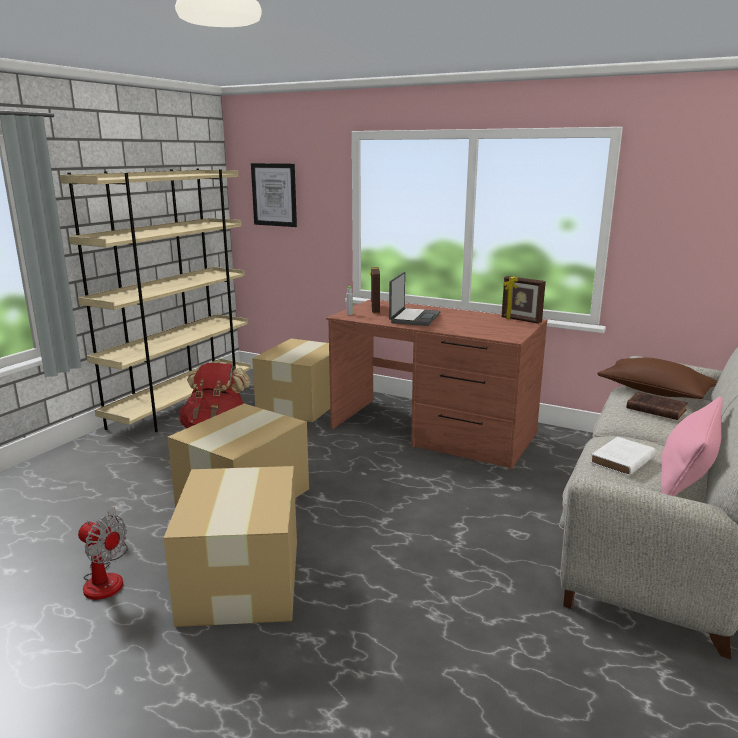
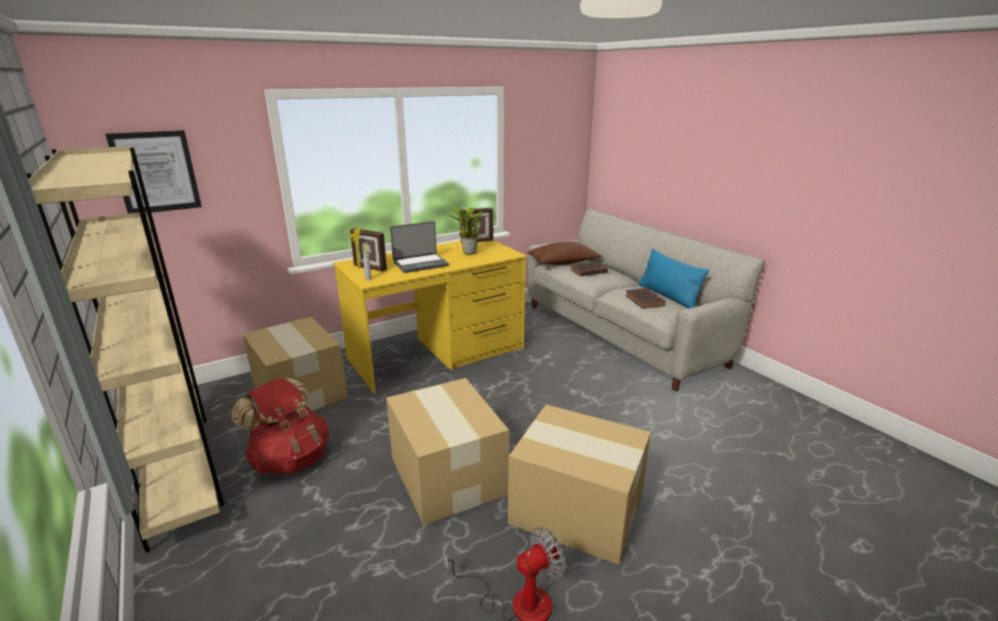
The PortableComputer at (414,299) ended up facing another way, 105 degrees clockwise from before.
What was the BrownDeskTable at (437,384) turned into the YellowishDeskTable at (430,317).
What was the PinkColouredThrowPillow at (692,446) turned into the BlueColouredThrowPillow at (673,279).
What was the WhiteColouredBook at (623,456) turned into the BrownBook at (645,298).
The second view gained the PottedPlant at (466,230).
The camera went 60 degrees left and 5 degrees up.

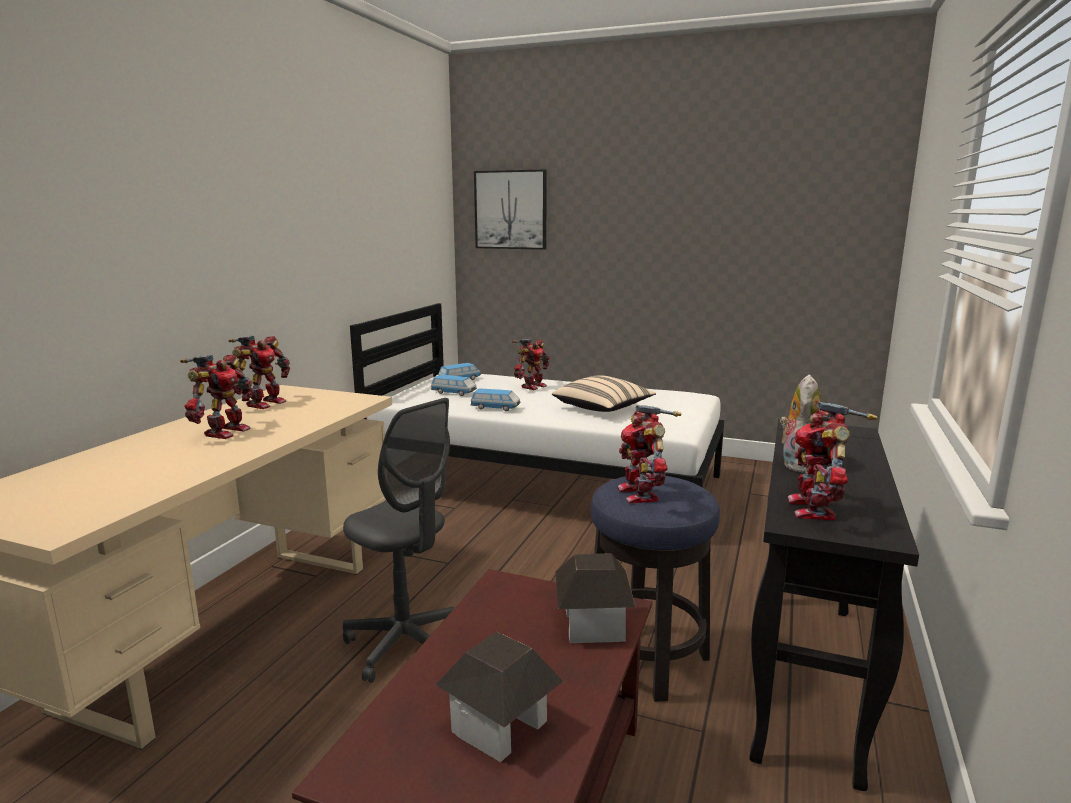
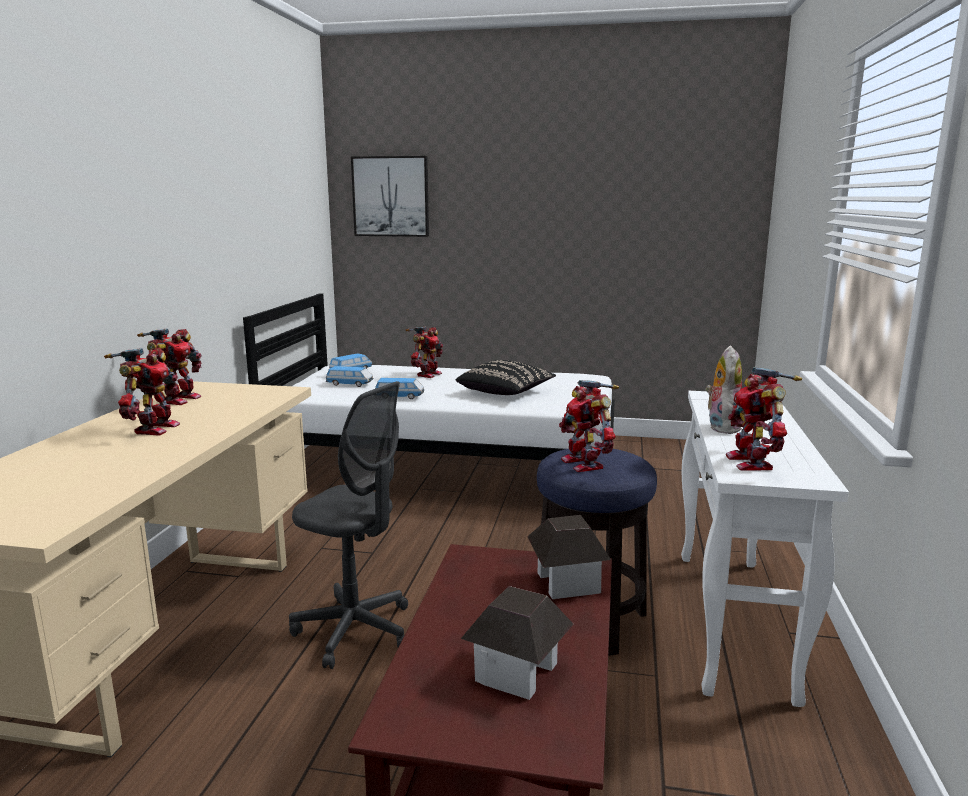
What was the BeigeThrowPillow at (604,393) turned into the BlackishThrowPillow at (506,377).
What was the BlackishConsoleTable at (834,605) turned into the WhiteColouredConsoleTable at (765,549).
The camera went 10 degrees left and 0 degrees up.

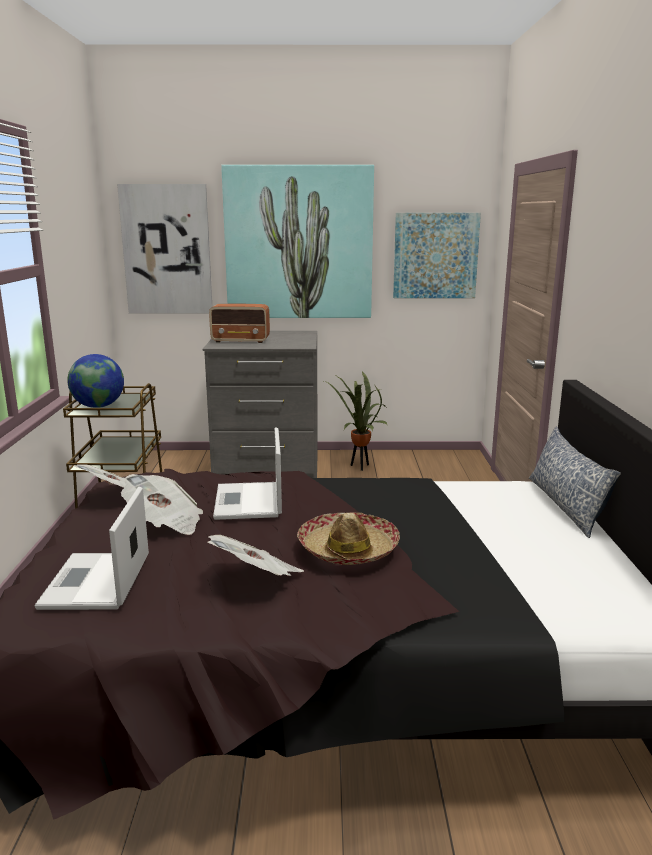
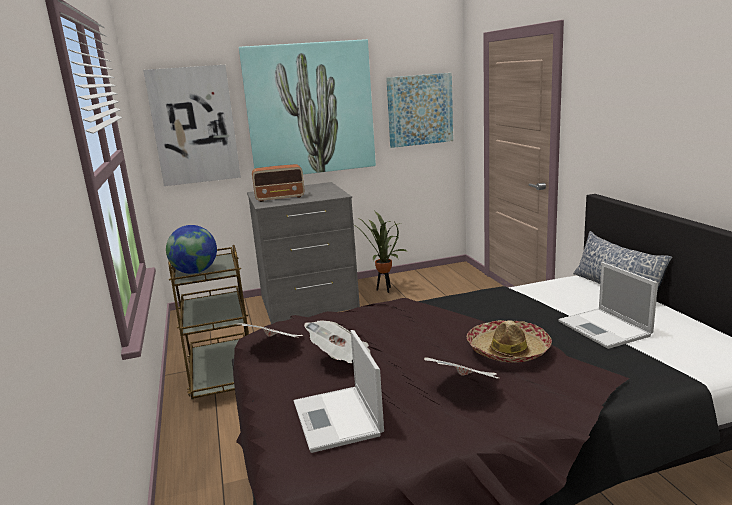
The PortableComputer ended up elsewhere, having gone from (247,473) to (608,305).
The camera went 15 degrees left and 0 degrees up.

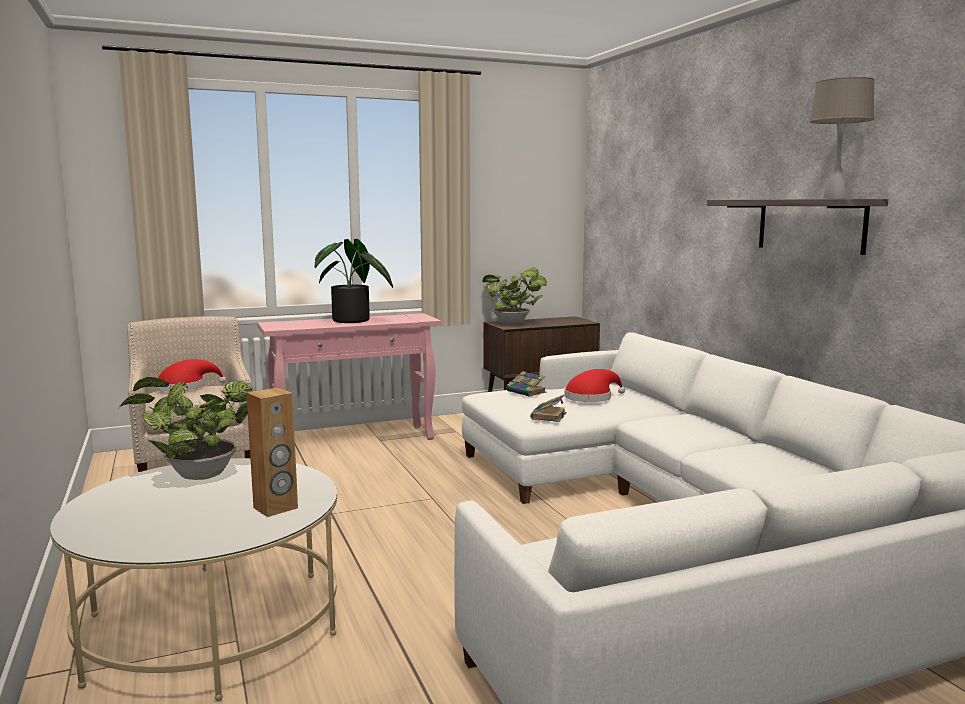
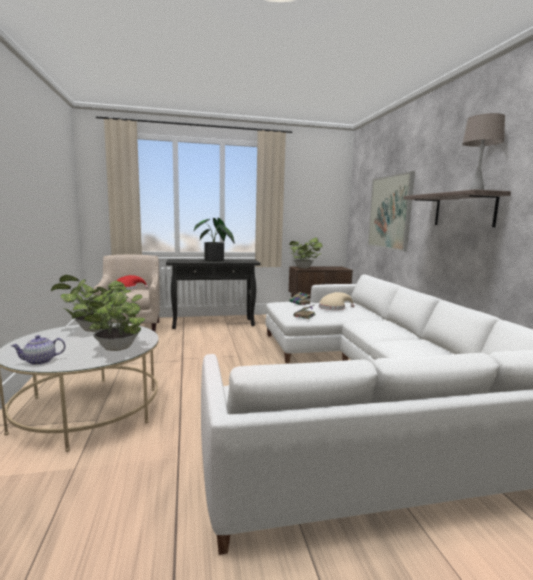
What was the PinkColouredConsoleTable at (349,376) turned into the BlackishConsoleTable at (213,294).
What was the ReddishClothingHat at (595,385) turned into the BeigeClothingHat at (337,301).
Where the BrownSpeaker stood at (272,452), the PottedPlant came to stand at (114,320).
The second view gained the WallArt at (391,211).
The second view gained the Teapot at (38,350).
The camera went 10 degrees right and 0 degrees up.

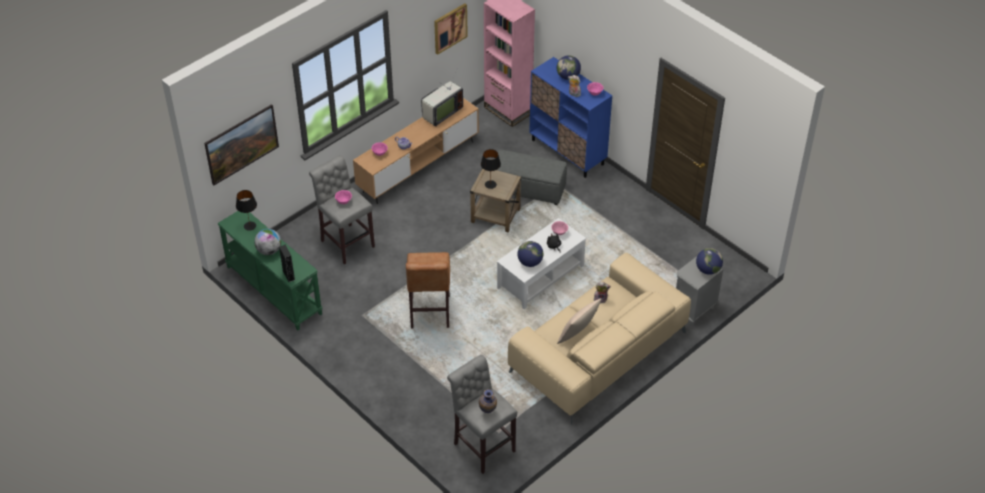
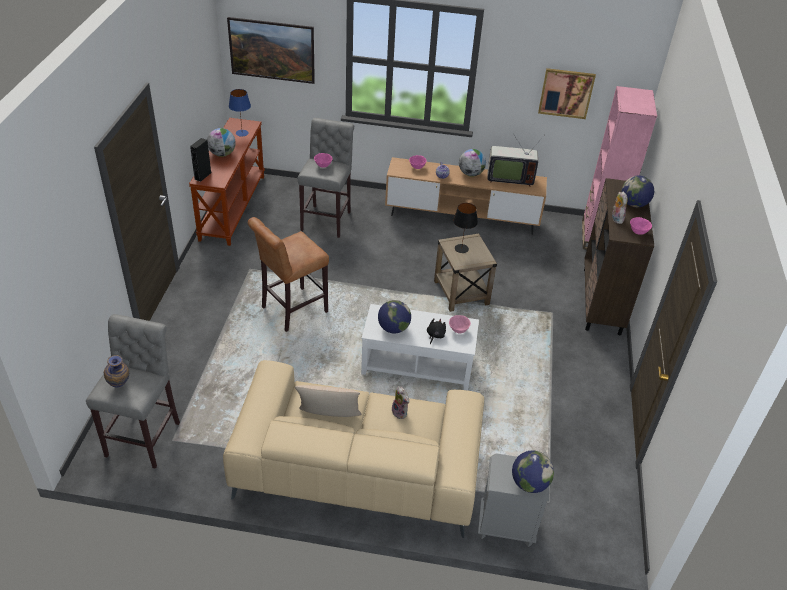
What was the BlueColouredCabinet at (570,117) turned into the BrownCabinet at (619,256).
The second view lost the GreyishFootrest at (531,177).
What was the BlackishTabletopLamp at (246,210) turned into the BlueColouredTabletopLamp at (240,113).
What was the GreenColouredConsoleTable at (270,270) turned into the BrownConsoleTable at (227,182).
The second view gained the Globe at (472,162).
The camera went 50 degrees right and 5 degrees down.

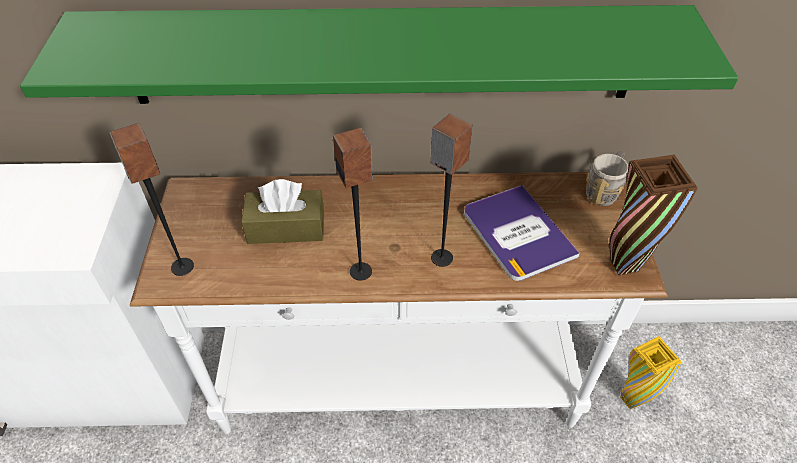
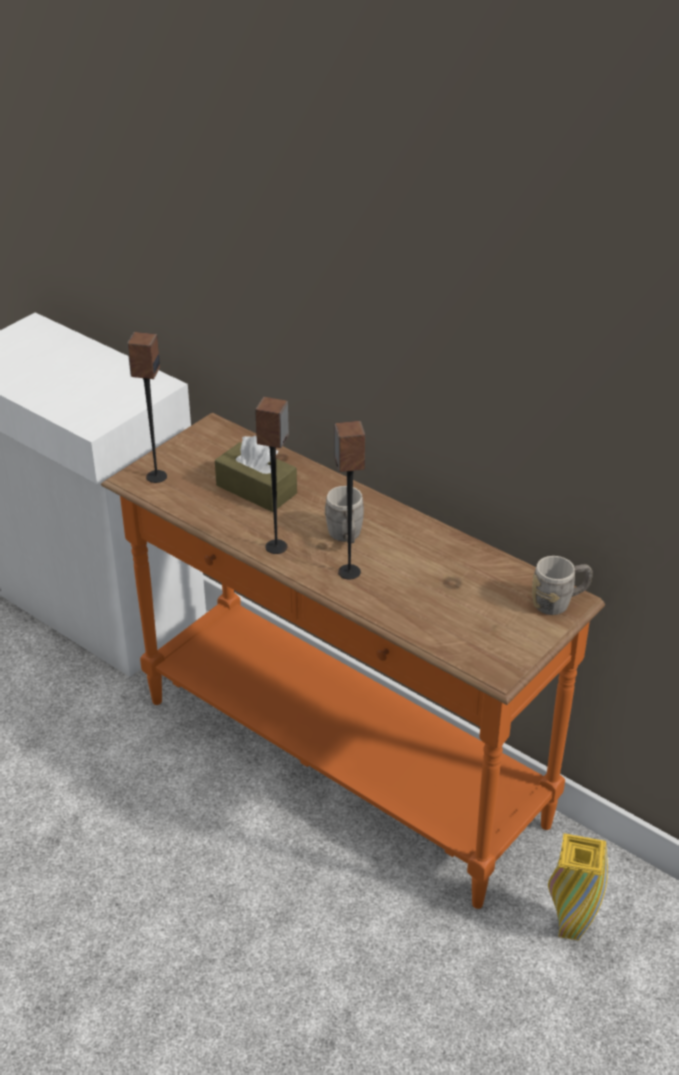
The second view lost the GreenColouredWallShelf at (379,54).
The second view lost the BrownDecorativeVase at (653,215).
What was the WhiteColouredConsoleTable at (399,303) turned into the OrangeConsoleTable at (353,661).
The second view lost the Book at (522,233).
The second view gained the GreyishMug at (344,514).
The camera went 40 degrees right and 10 degrees down.

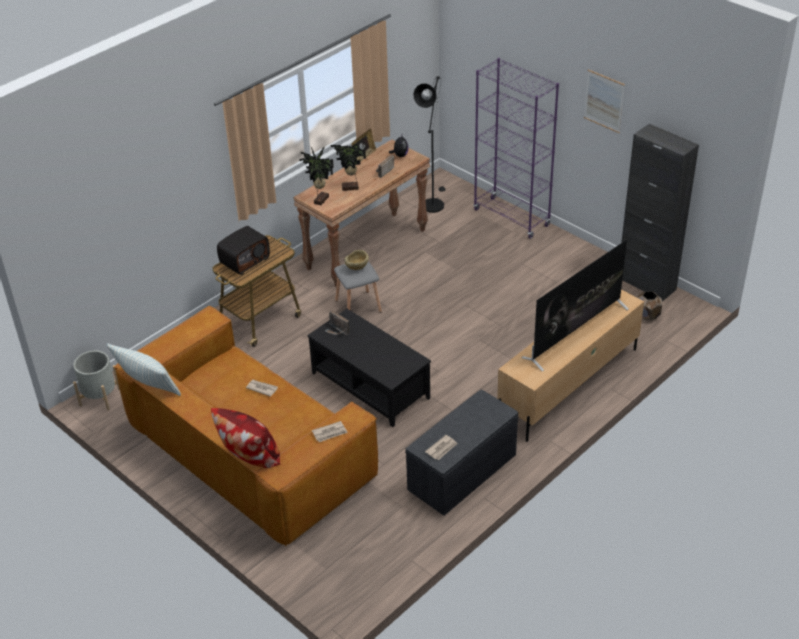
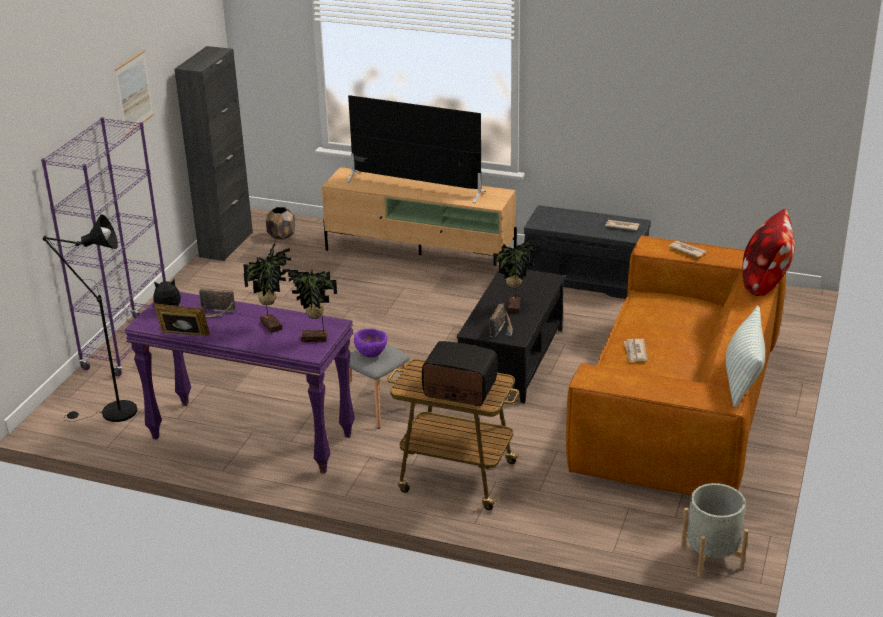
What was the BrownConsoleTable at (361,213) turned into the PurpleConsoleTable at (240,383).
What was the BeigeServingBowl at (356,260) turned into the PurpleServingBowl at (371,343).
The second view gained the PottedPlant at (516,275).
The camera went 115 degrees left and 10 degrees down.

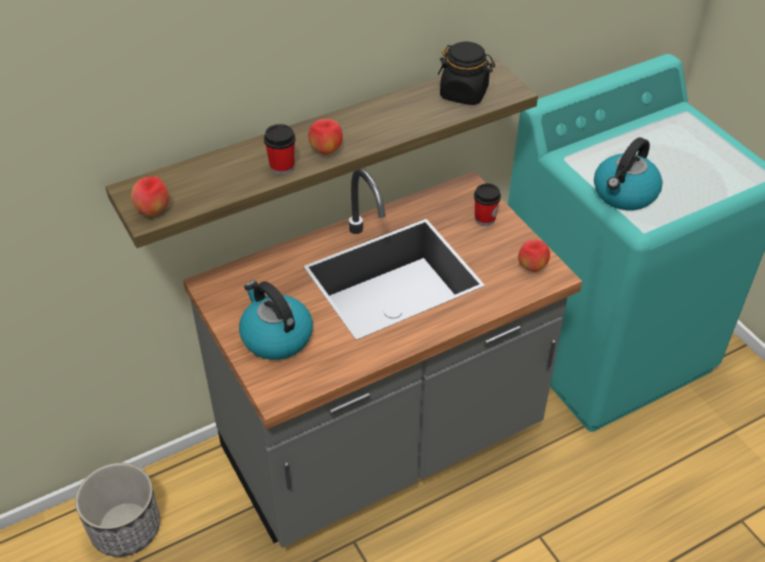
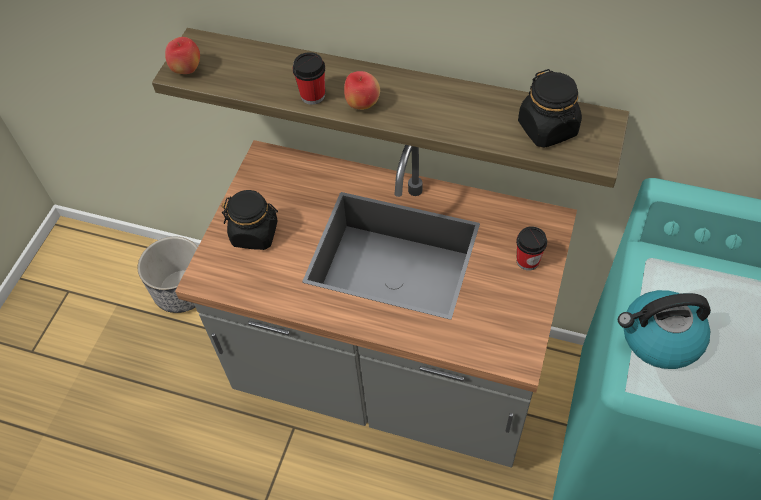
The second view lost the WholeApple at (534,255).
Where the Kettle stood at (276,320), the BlackishJar came to stand at (250,220).
The camera went 50 degrees right and 10 degrees up.

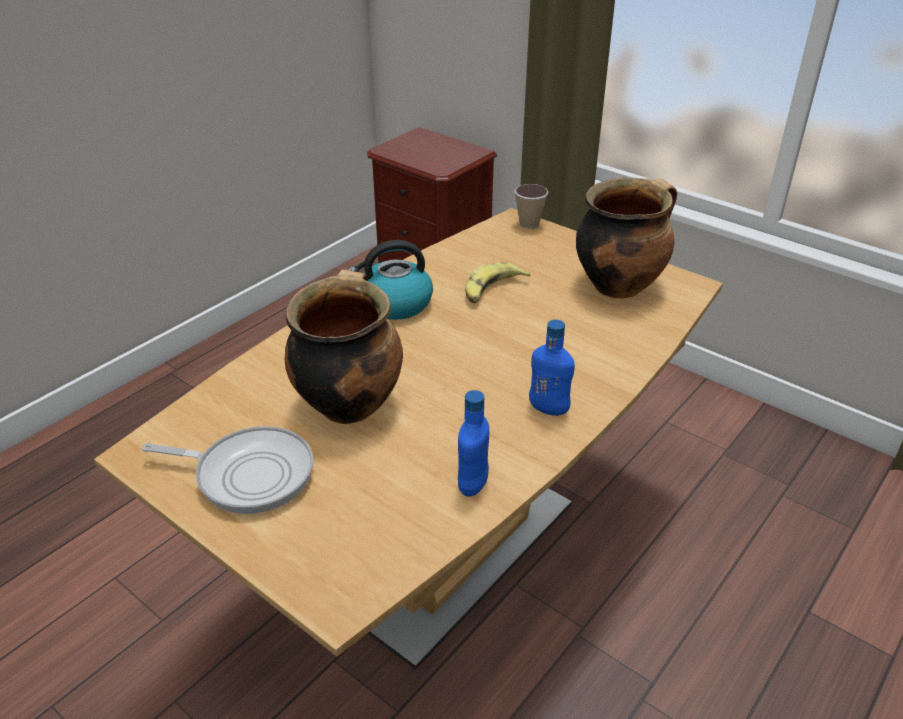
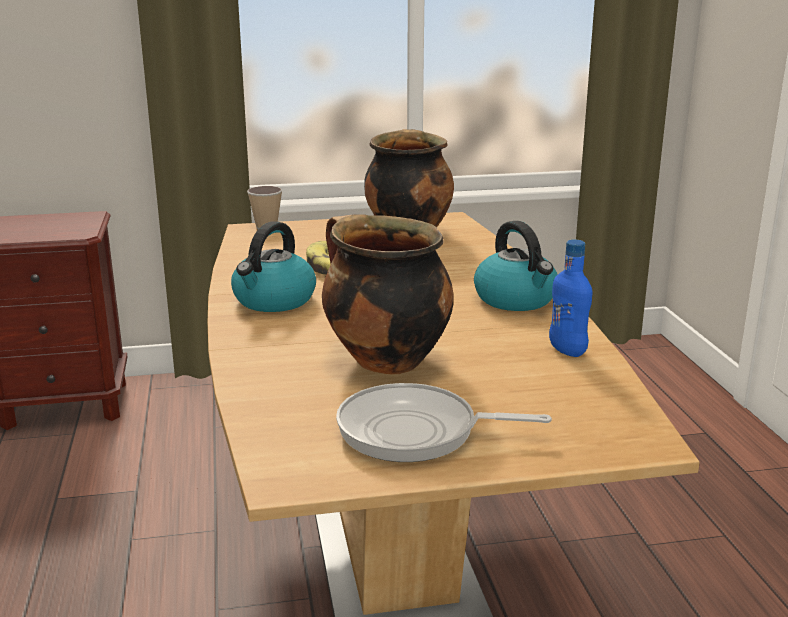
Where the BlueColouredBottle stood at (552,367), the Kettle came to stand at (516,266).
The Pan at (227,470) ended up facing another way, 135 degrees counterclockwise from before.
The camera went 50 degrees left and 15 degrees down.

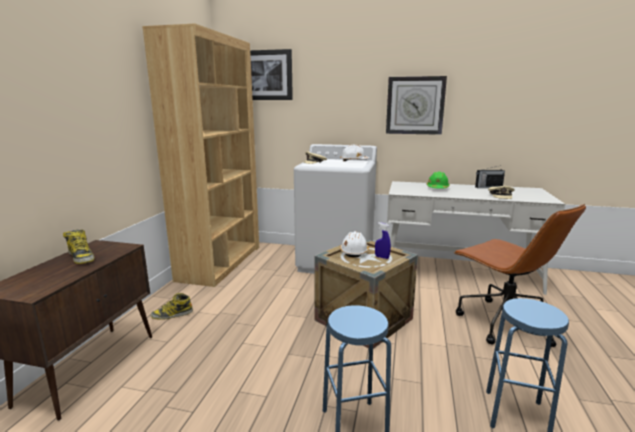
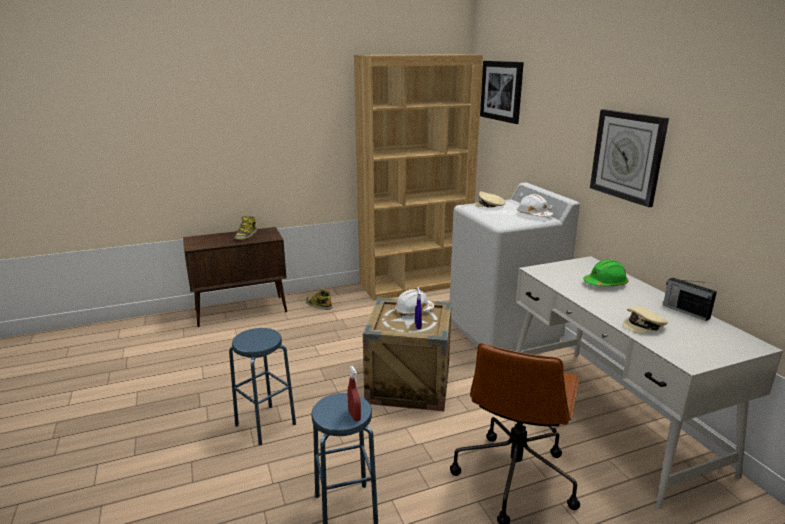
The second view gained the ReddishHandSprayer at (354,393).
The camera went 55 degrees right and 5 degrees up.

